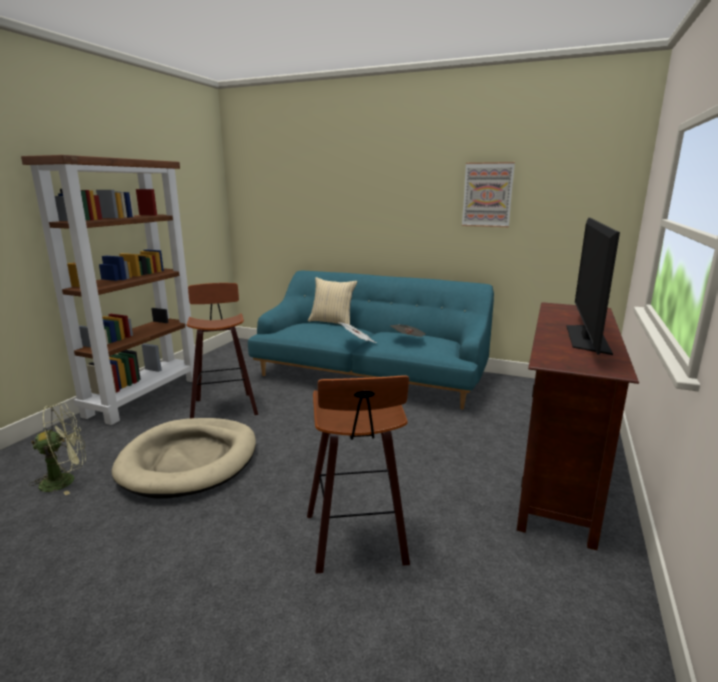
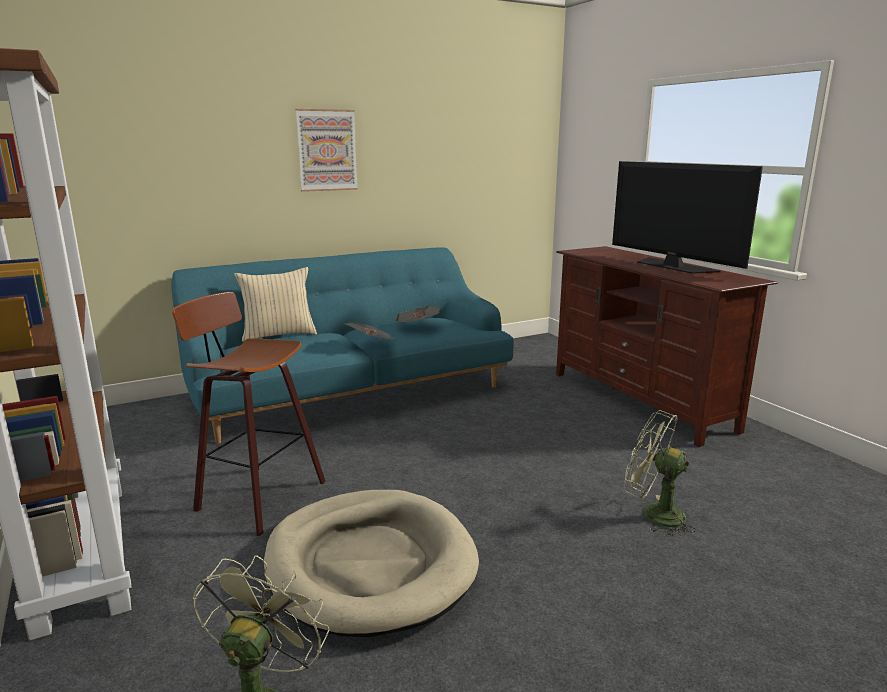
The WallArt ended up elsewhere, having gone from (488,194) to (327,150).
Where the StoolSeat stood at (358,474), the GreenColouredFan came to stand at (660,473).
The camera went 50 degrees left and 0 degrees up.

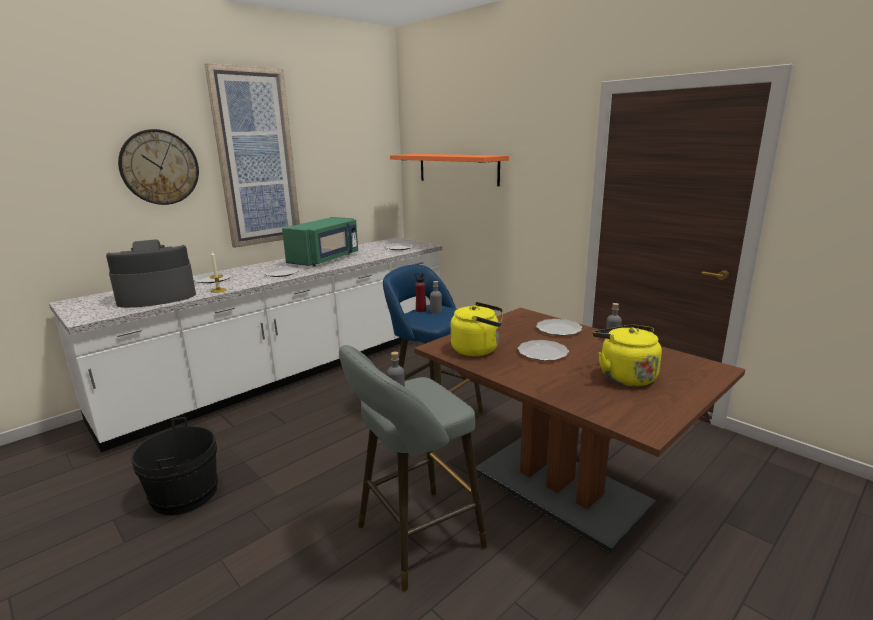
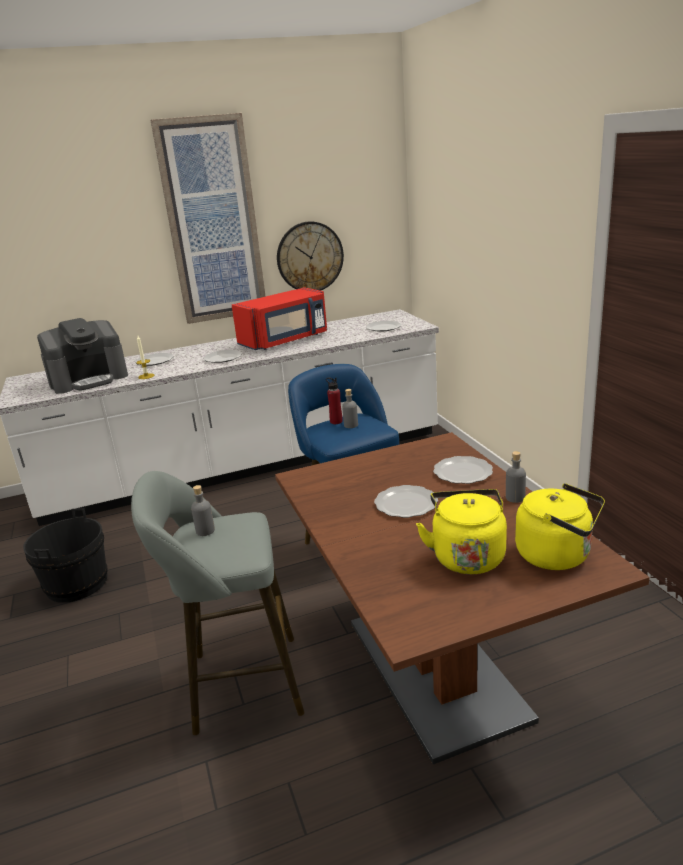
The WallClock ended up elsewhere, having gone from (158,167) to (310,256).
The second view lost the OrangeWallShelf at (449,170).
What was the GreenColouredMicrowaveOven at (320,241) turned into the ReddishMicrowaveOven at (279,318).
The CoffeeMachine at (151,273) ended up facing another way, 150 degrees clockwise from before.
The YellowishKettle ended up elsewhere, having gone from (476,329) to (560,526).
The camera went 25 degrees right and 5 degrees up.

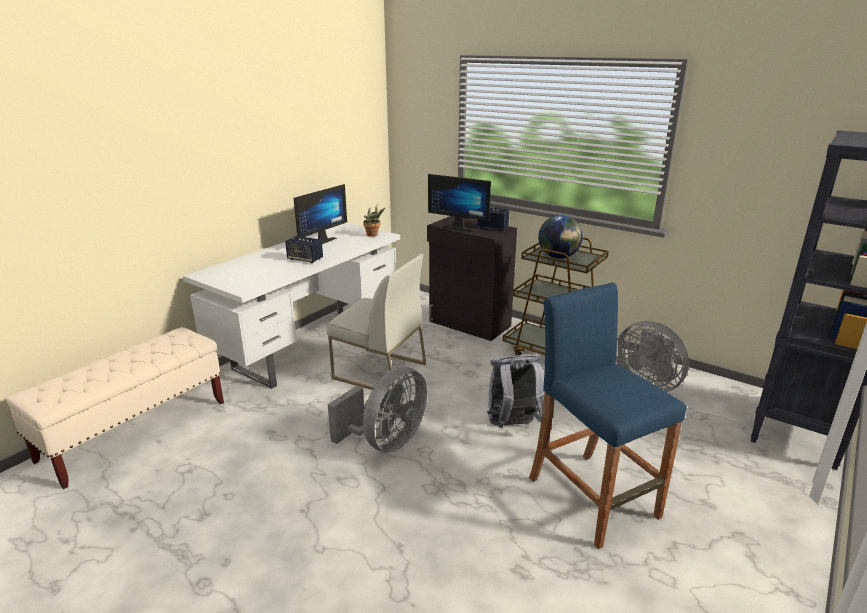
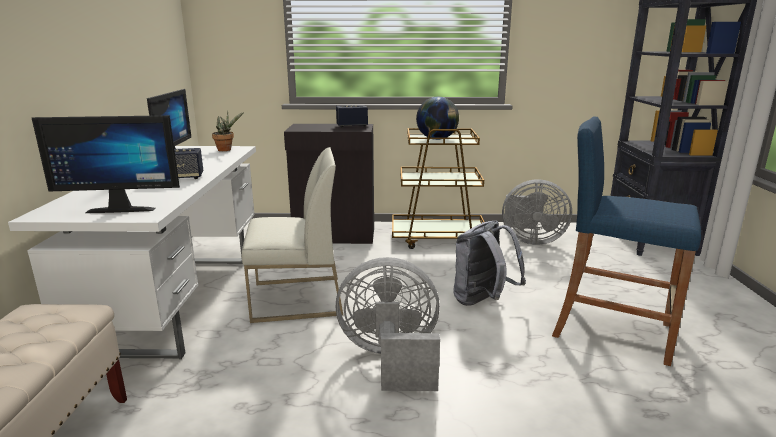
The ComputerDisplay ended up elsewhere, having gone from (459,203) to (105,164).
The GreyishFan at (377,409) ended up facing another way, 90 degrees counterclockwise from before.
The camera went 35 degrees left and 5 degrees down.

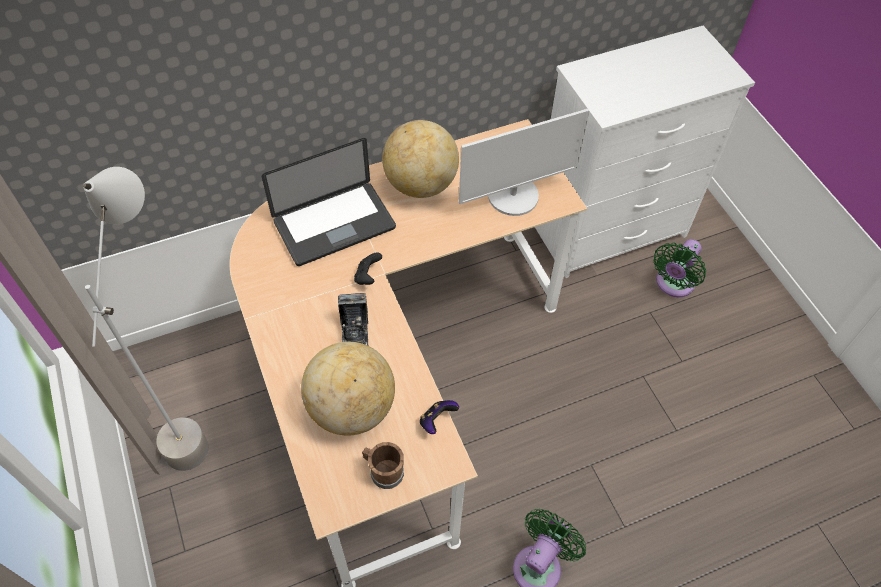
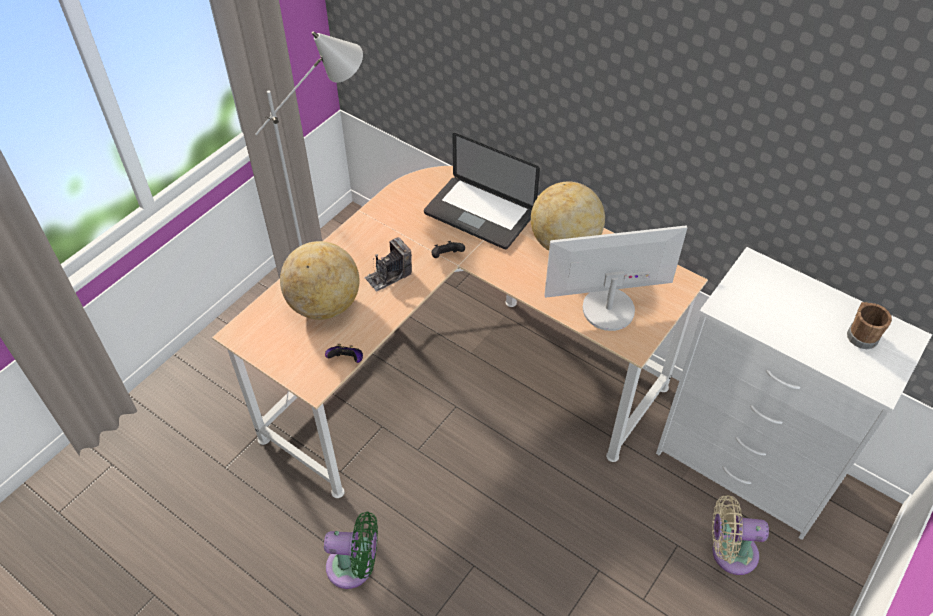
The ComputerDisplay at (524,162) ended up facing another way, 135 degrees clockwise from before.
What was the GreenColouredFan at (679,268) turned into the BeigeFan at (740,535).
The BrownMug ended up elsewhere, having gone from (383,465) to (869,325).
The camera went 60 degrees right and 5 degrees down.

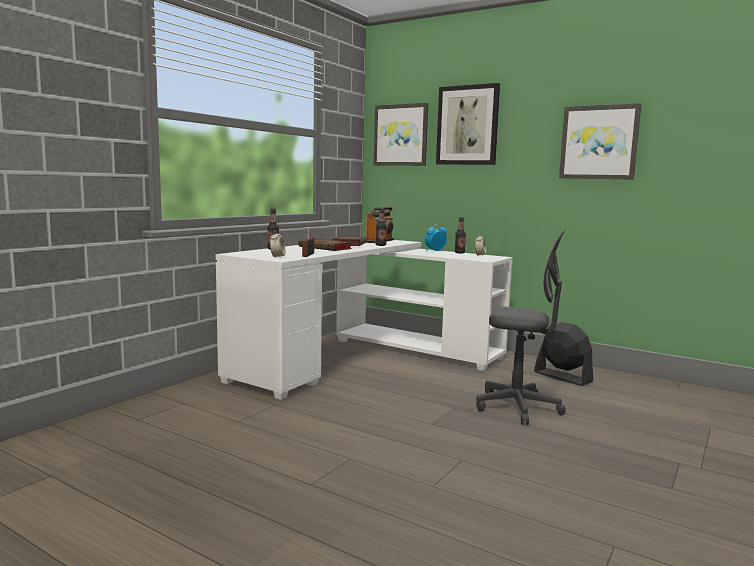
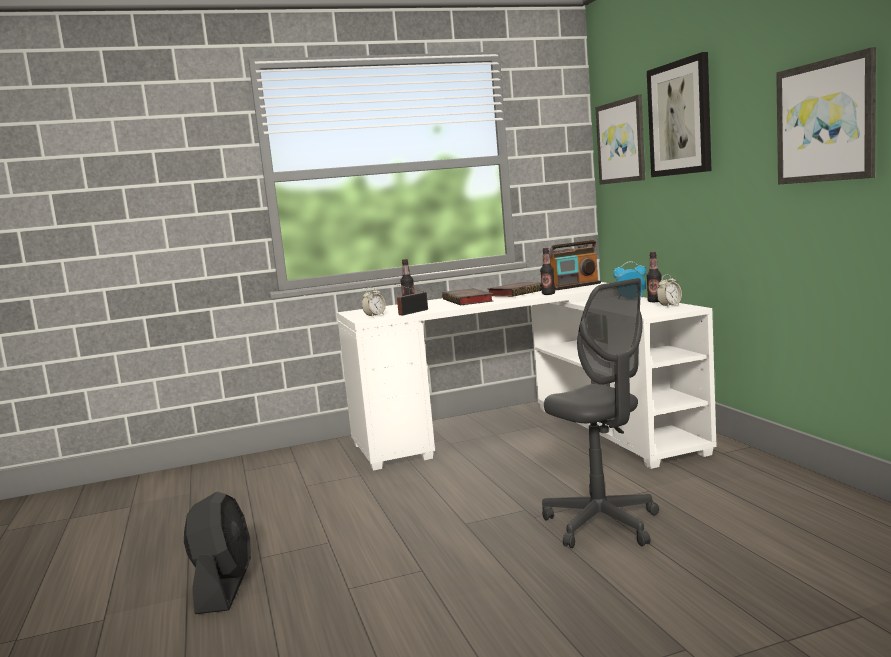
The BlackishFan ended up elsewhere, having gone from (563,354) to (217,553).
The camera went 40 degrees right and 0 degrees up.

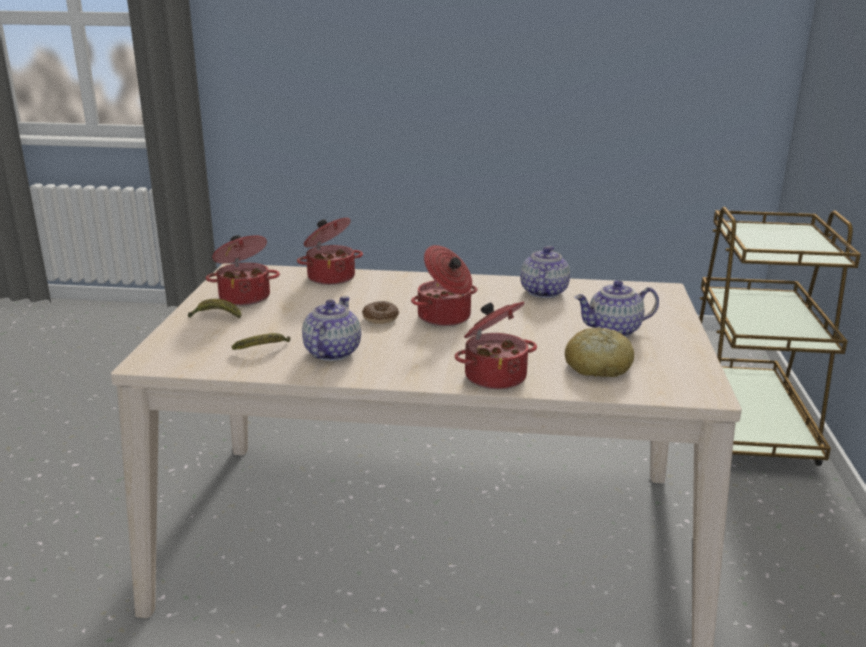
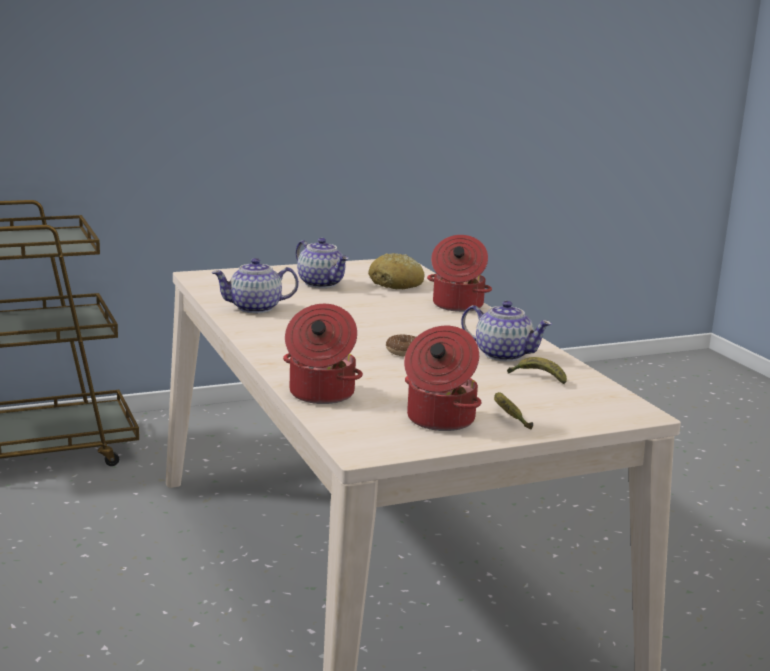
The second view lost the CookingPot at (444,285).
The Teapot at (331,328) ended up facing another way, 135 degrees counterclockwise from before.
The camera went 120 degrees left and 5 degrees down.

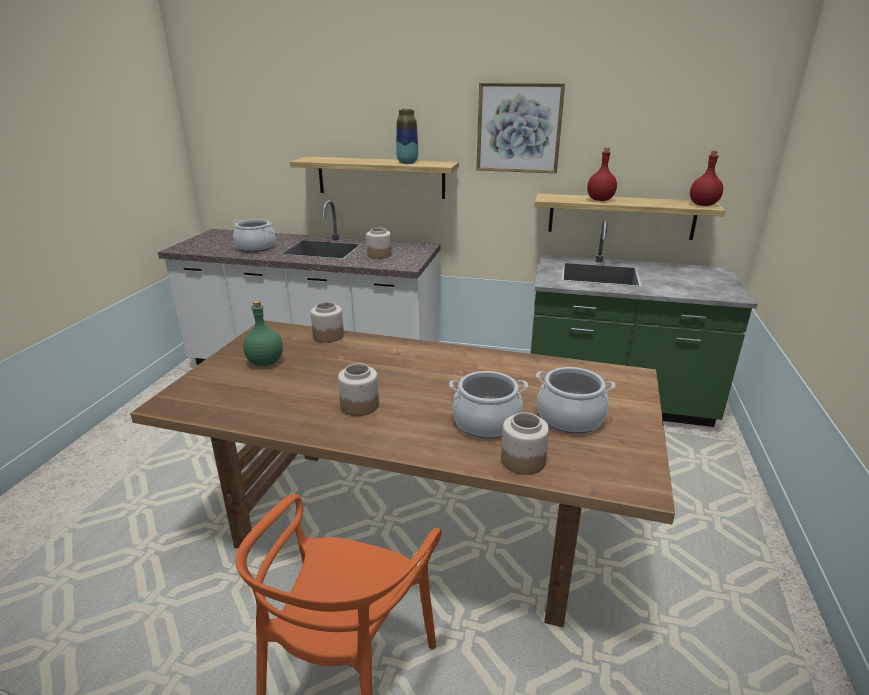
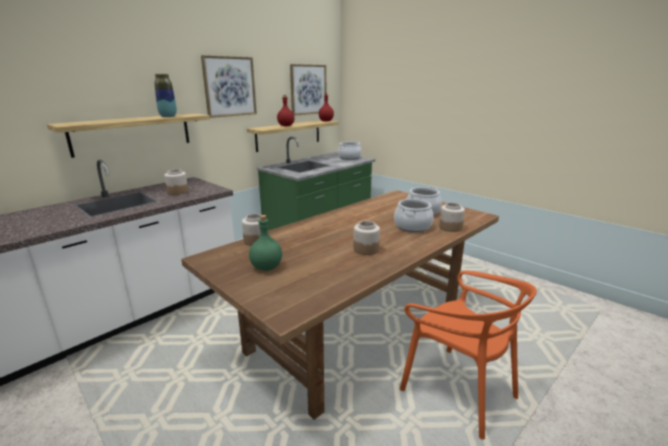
The CookingPot ended up elsewhere, having gone from (254,235) to (350,150).
The second view gained the WallArt at (308,90).
The camera went 60 degrees left and 5 degrees down.

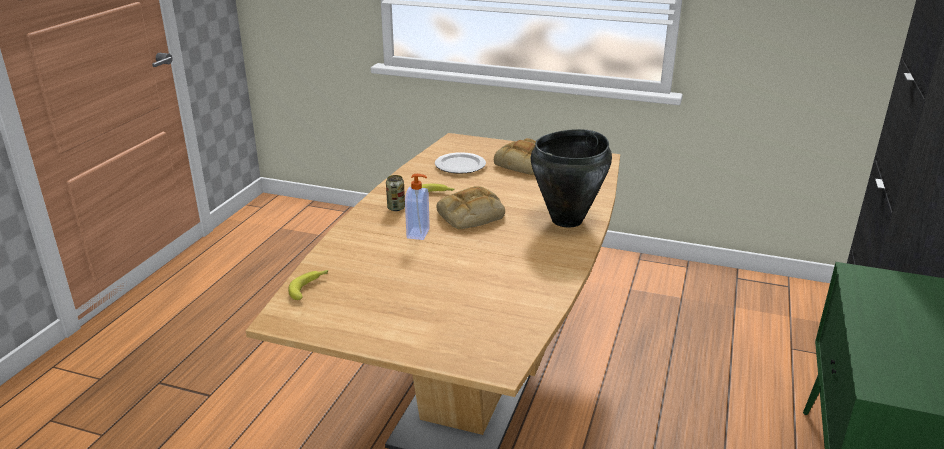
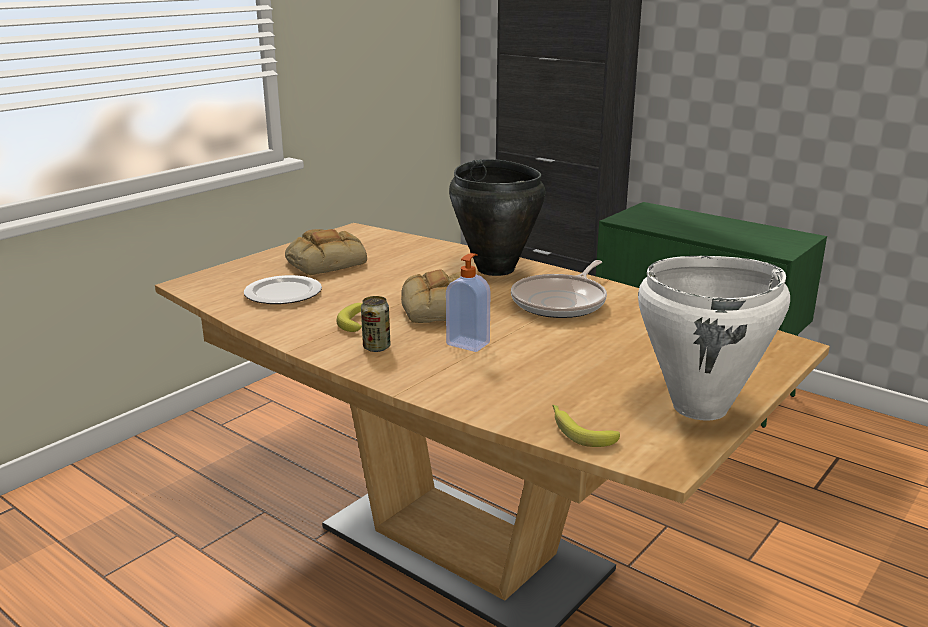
The second view gained the WhiteColouredCookingPot at (714,338).
The second view gained the Pan at (559,289).
The camera went 70 degrees left and 5 degrees down.

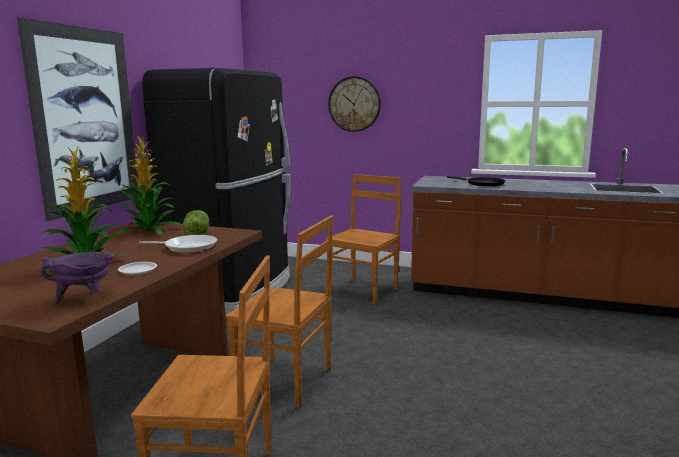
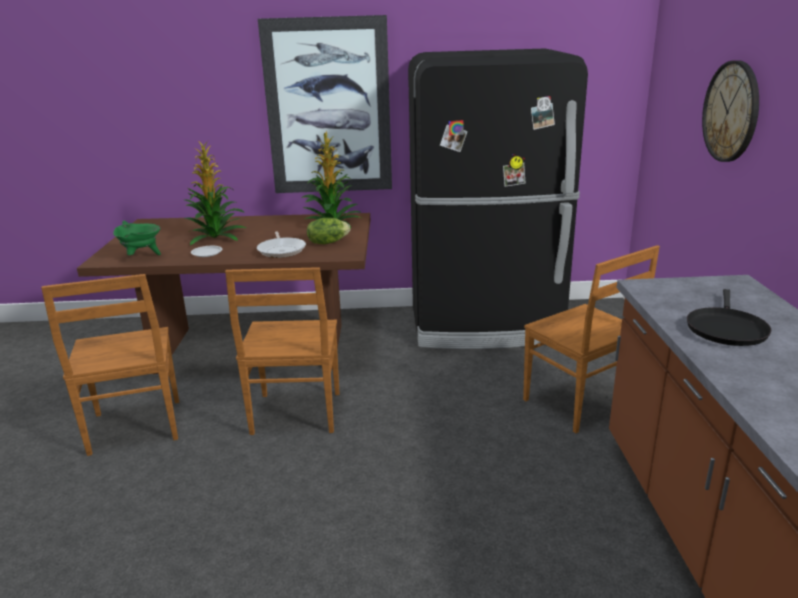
The BrownChair at (363,238) ended up facing another way, 45 degrees clockwise from before.
What was the PurpleCookingPot at (77,277) turned into the GreenColouredCookingPot at (137,237).
The camera went 70 degrees right and 10 degrees up.

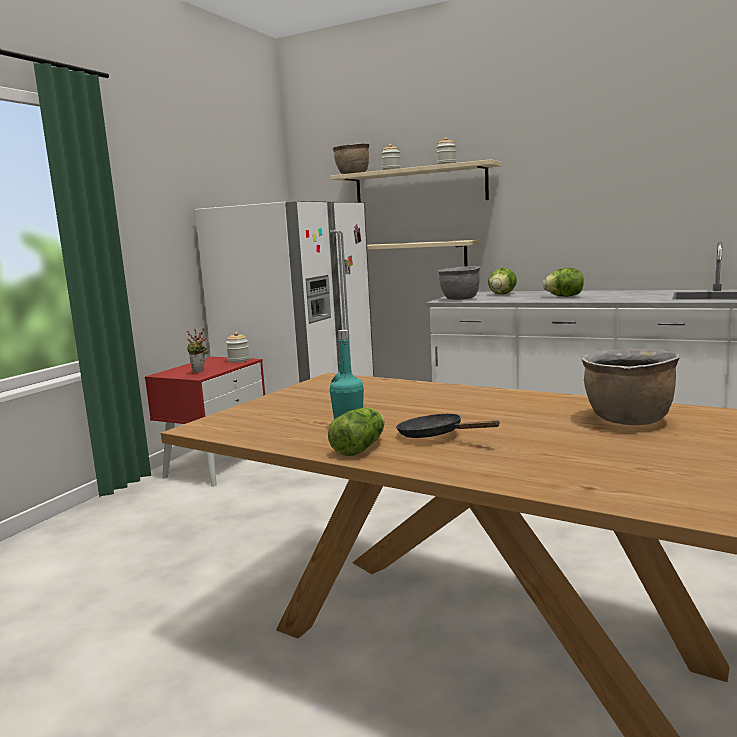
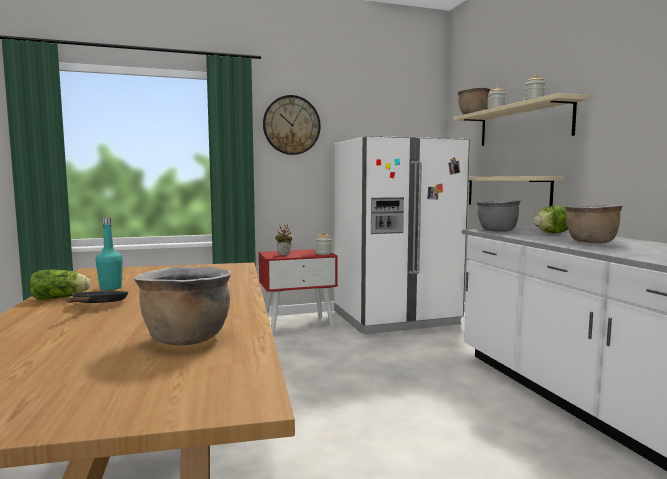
Where the HeadOfLettuce stood at (563,282), the BrownCookingPot came to stand at (594,224).
The second view gained the WallClock at (292,125).
The camera went 45 degrees right and 5 degrees down.

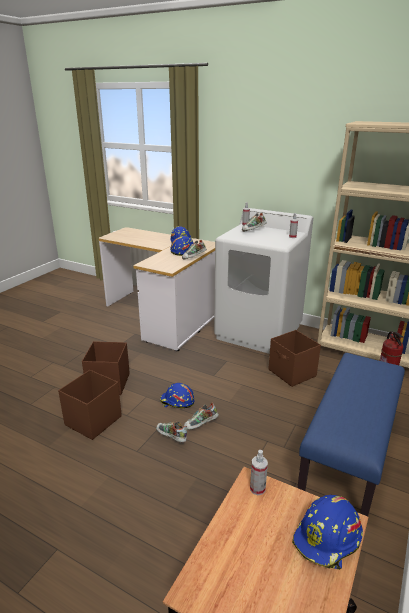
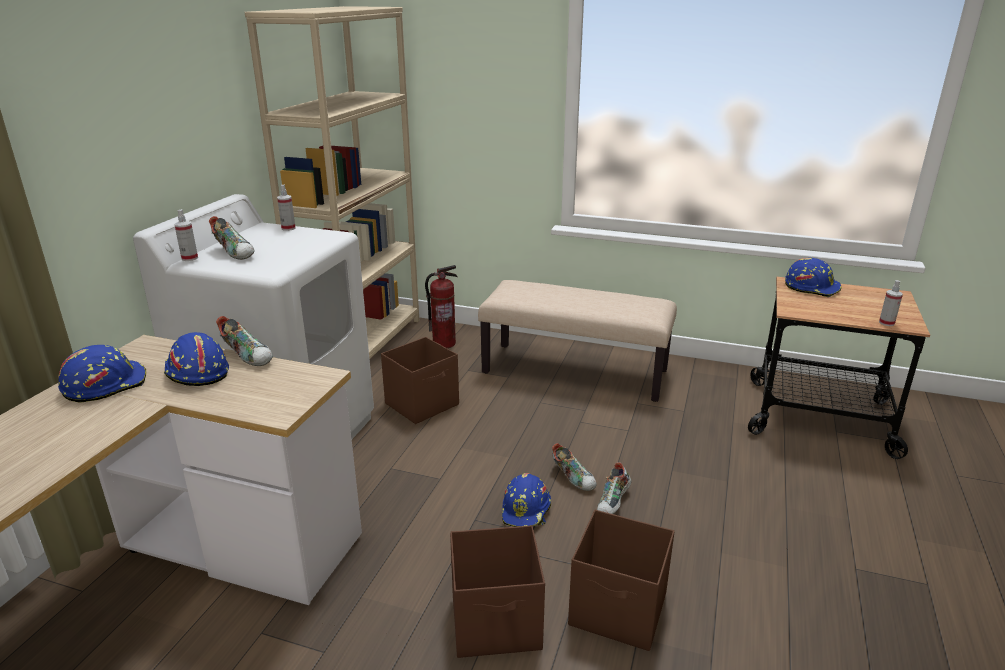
What was the BlueColouredLongSeat at (351,434) turned into the BeigeLongSeat at (577,341).
The HandSprayer ended up elsewhere, having gone from (259,472) to (891,303).
The camera went 100 degrees left and 0 degrees up.

